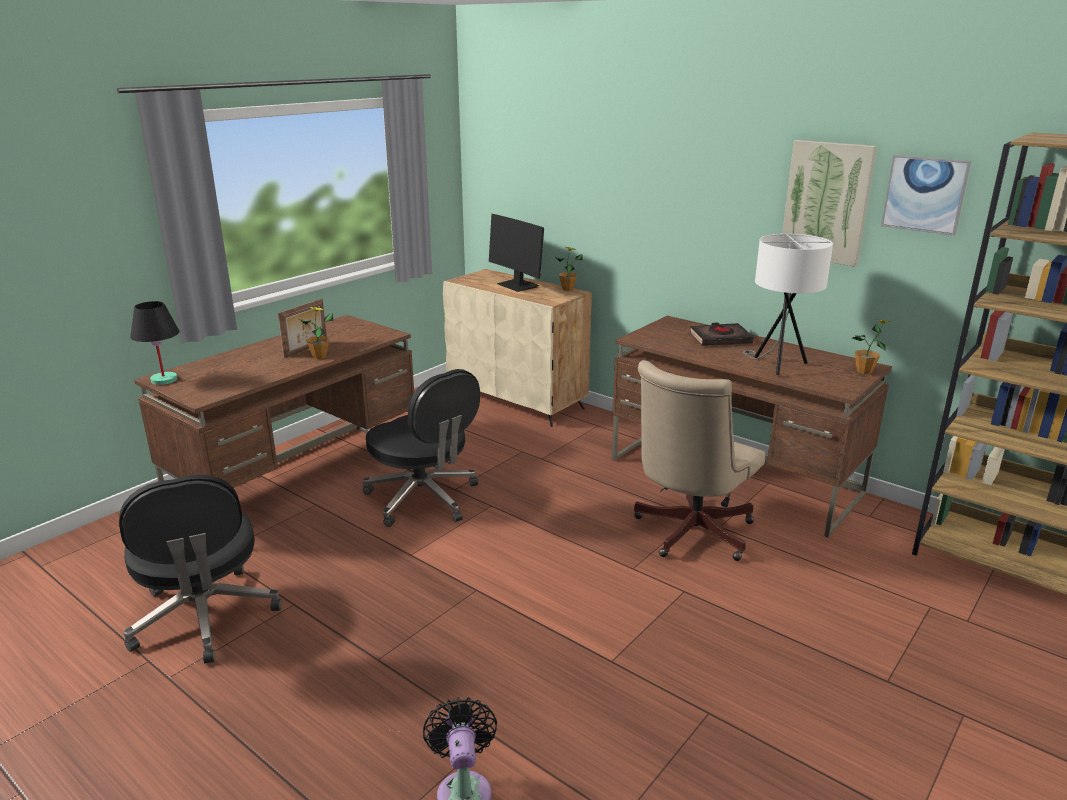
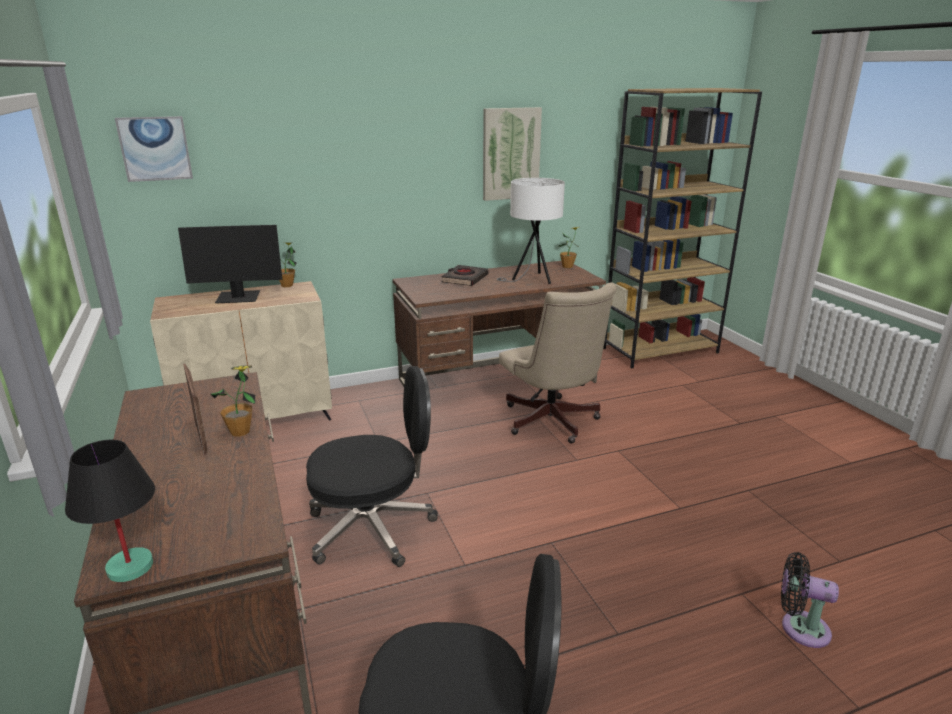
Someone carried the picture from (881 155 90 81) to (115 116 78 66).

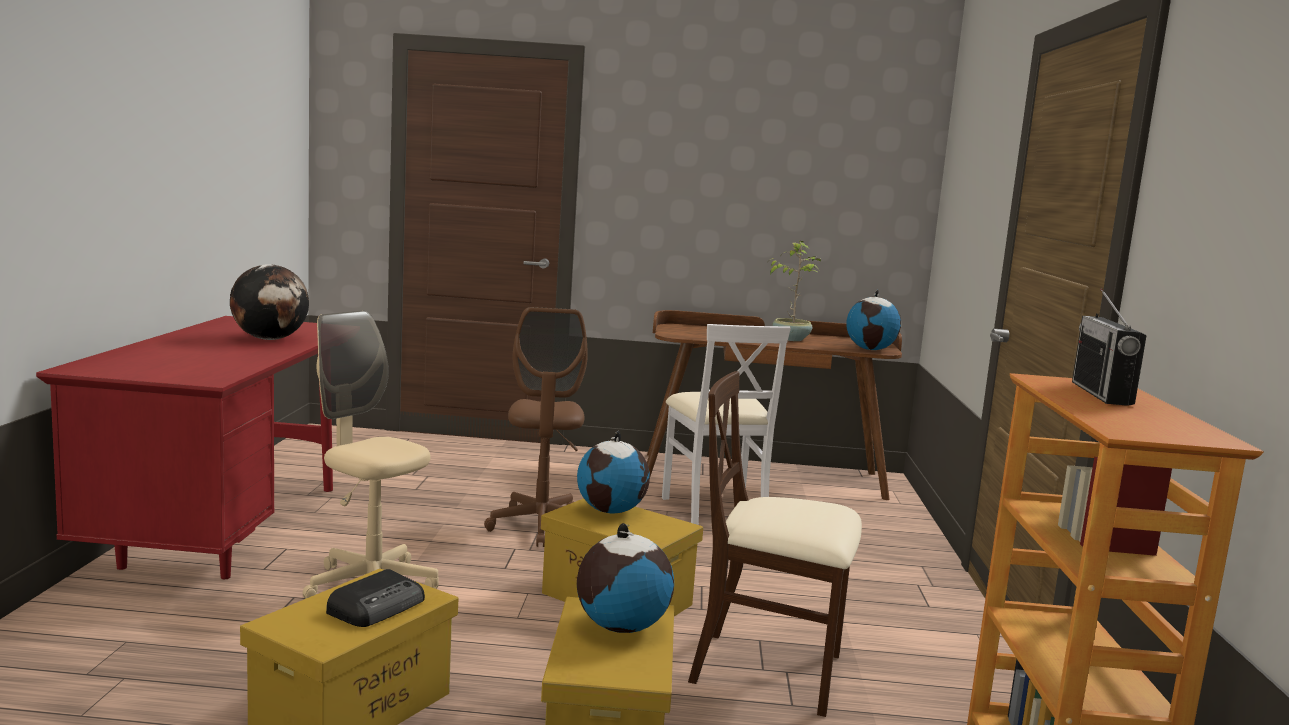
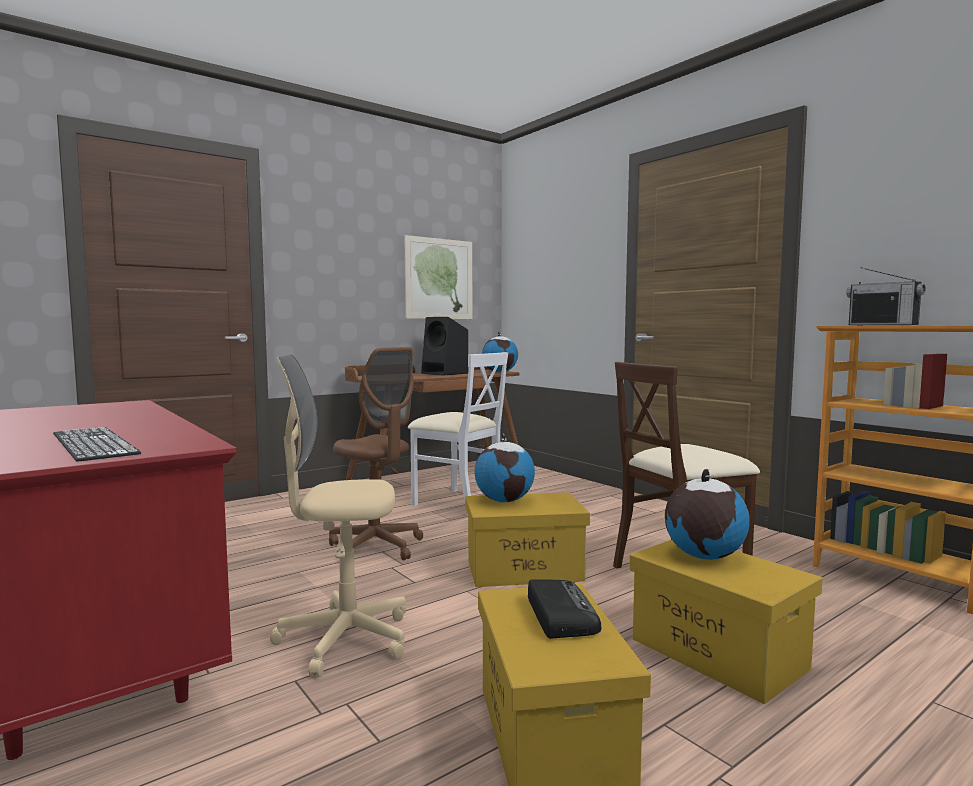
Someone swapped the potted plant at (770 241 51 100) for the speaker in black at (421 317 47 59).
Someone took away the globe at (230 264 79 76).
Someone put up the picture at (404 235 68 84).
Someone put down the keyboard at (53 427 88 35).

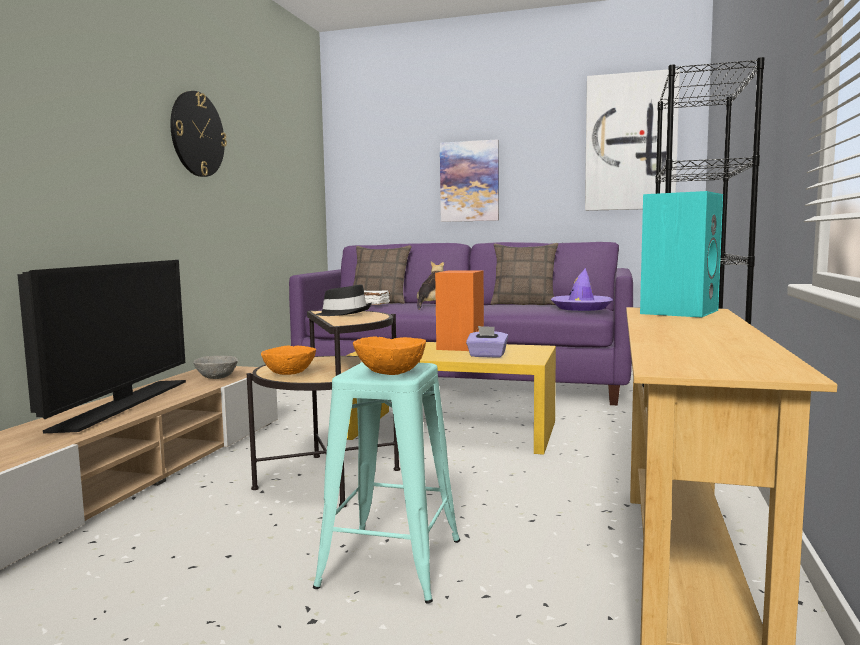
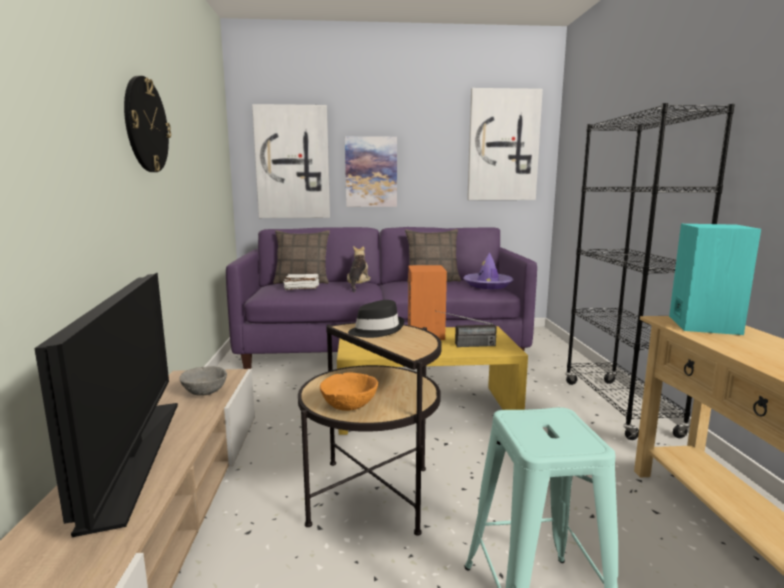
Someone swapped the tissue box in purple at (466 326 42 32) for the radio at (435 310 62 37).
Someone took away the bowl in orange at (353 336 73 39).
Someone put up the picture at (252 104 78 114).

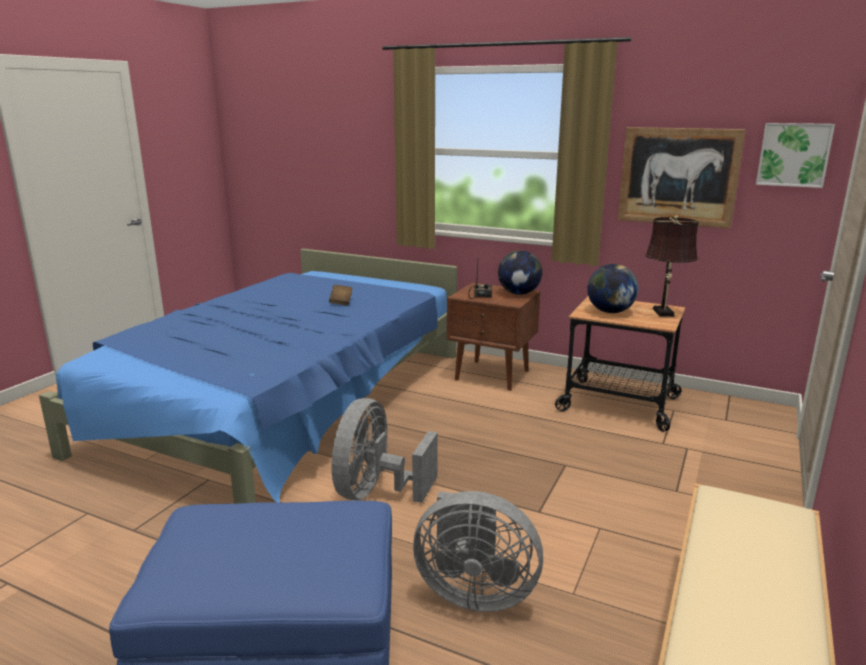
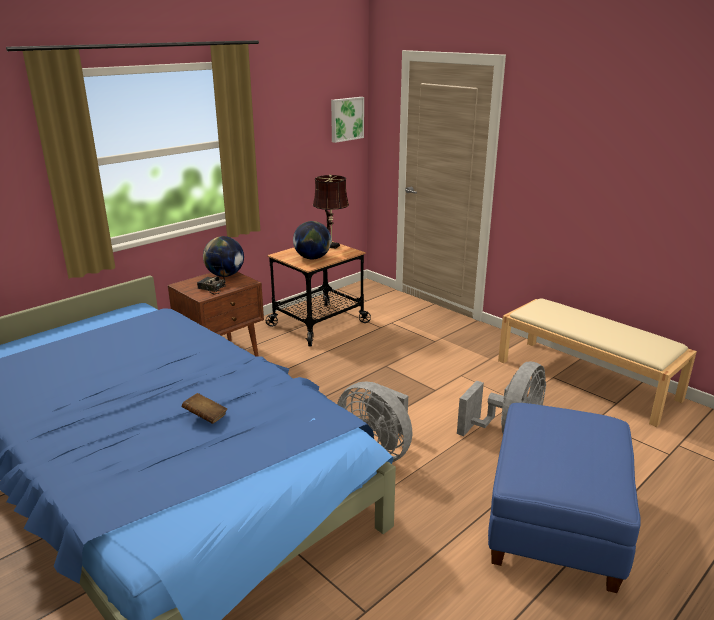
Someone took away the picture at (618 127 128 102).
Someone carried the book in brown from (329 285 24 21) to (182 393 45 31).

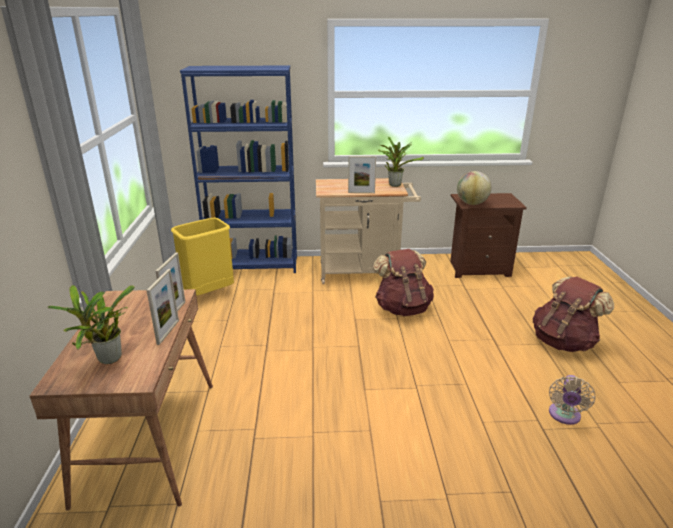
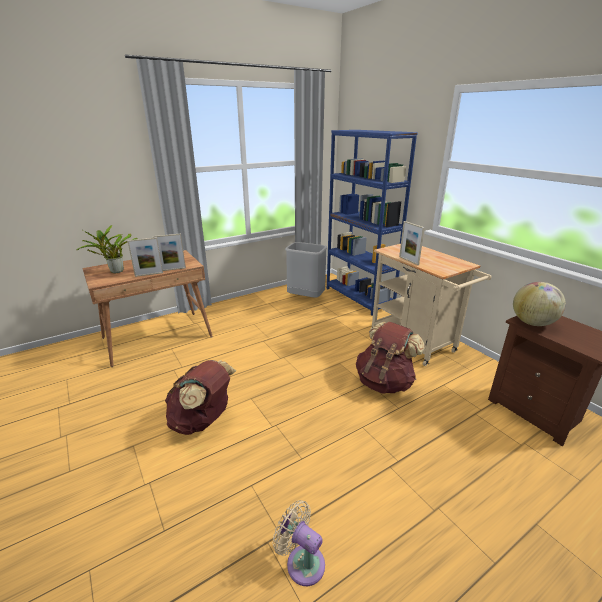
Someone took away the potted plant at (378 137 46 50).
Someone repainted the trash can in yellow at (171 218 63 78), which became the trash can in grey at (285 242 42 56).
Someone carried the backpack in brown from (533 276 81 76) to (165 360 71 75).
Someone rotated the fan in beige at (549 375 46 50) by 45 degrees clockwise.

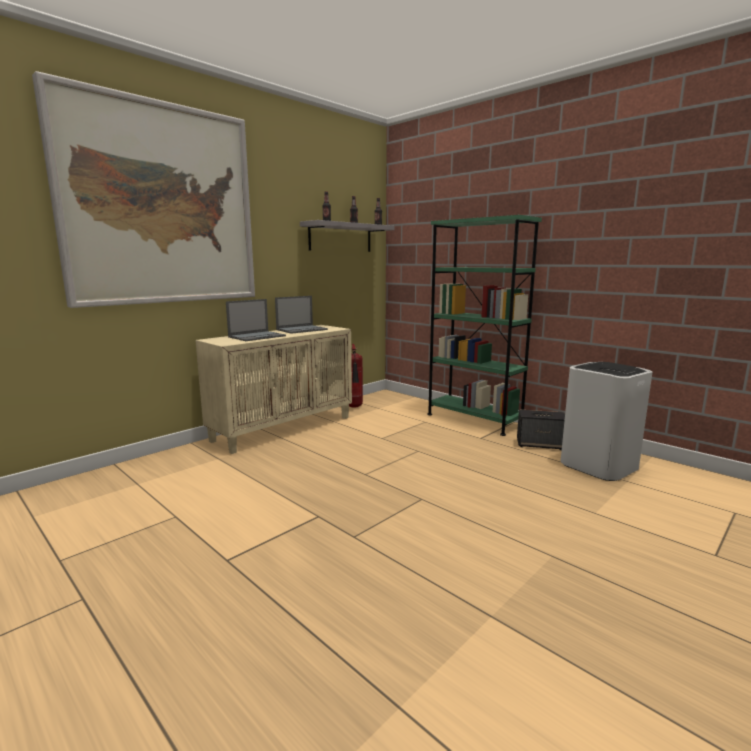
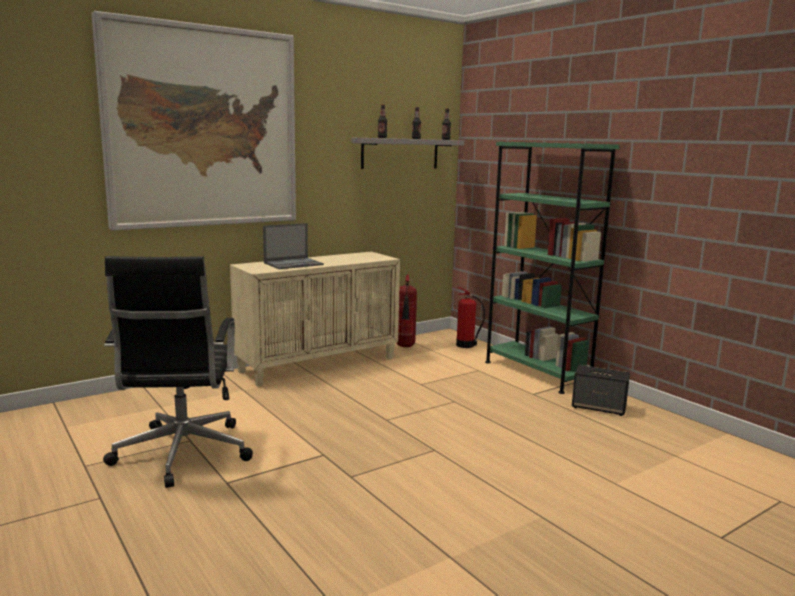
Someone took away the laptop at (275 296 53 38).
Someone took away the trash can in white at (561 362 91 119).
Someone put down the office chair in black at (103 256 150 232).
Someone put down the fire extinguisher at (456 287 29 61).

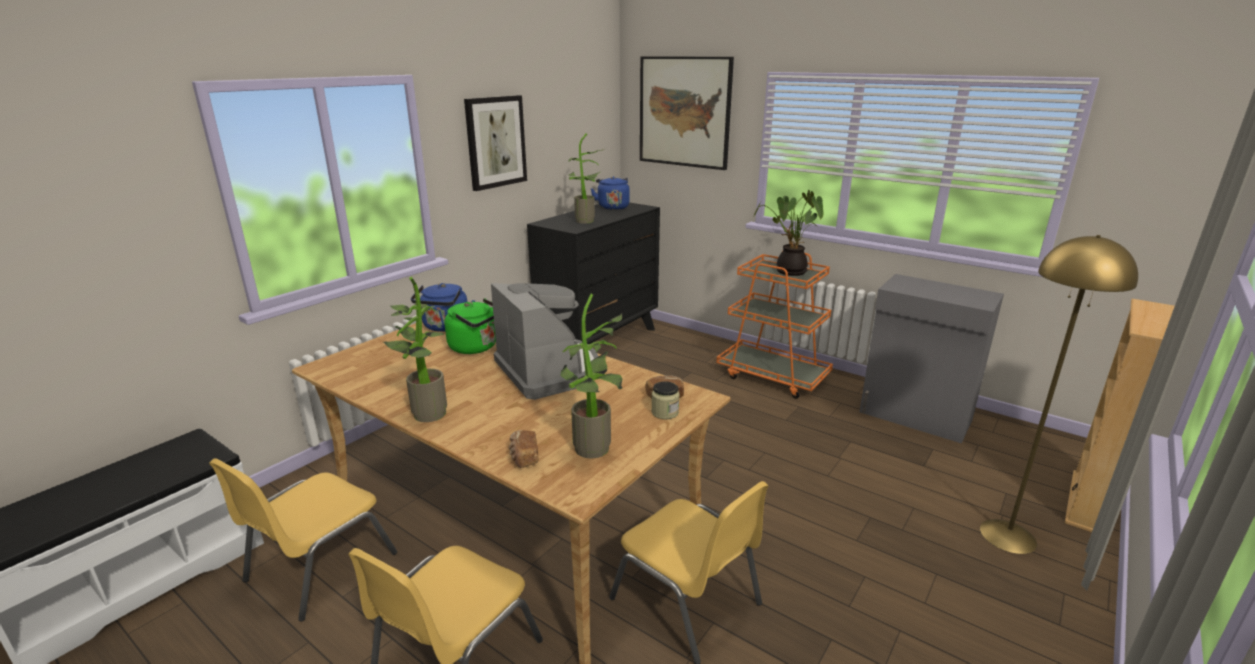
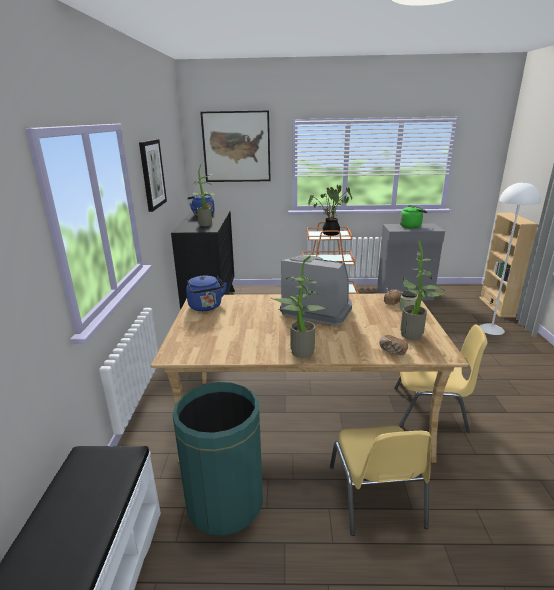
Someone repainted the floor lamp in yellow at (980 235 158 319), which became the floor lamp in white at (480 182 61 153).
Someone carried the kettle in green from (444 298 52 56) to (400 205 28 23).
Someone swapped the chair in yellow at (209 458 188 164) for the trash can in green at (172 382 91 154).

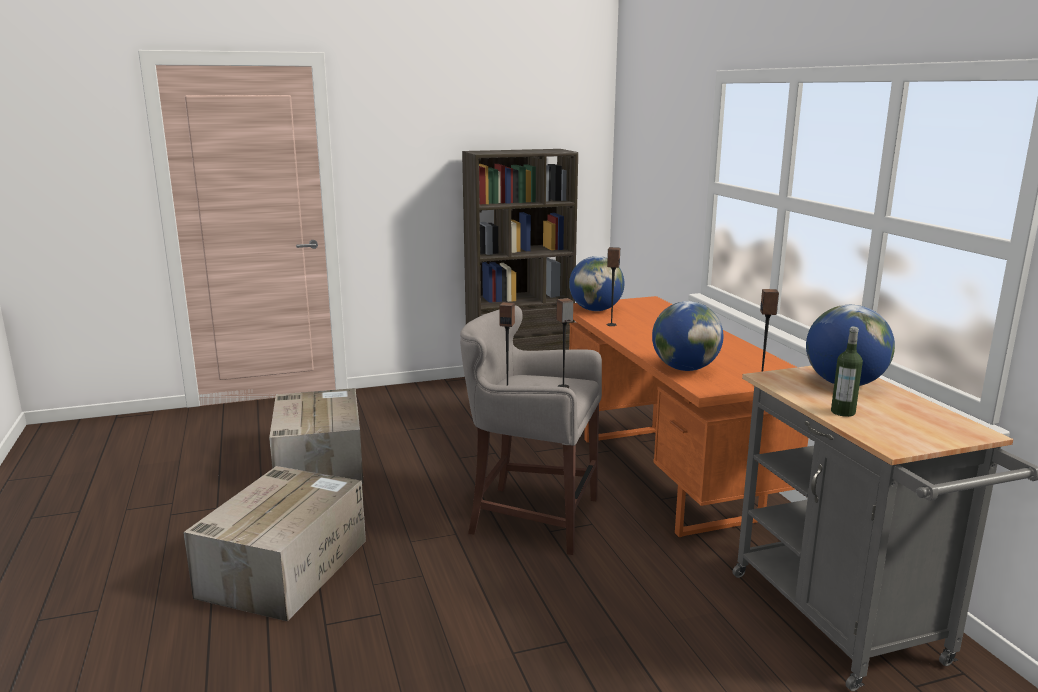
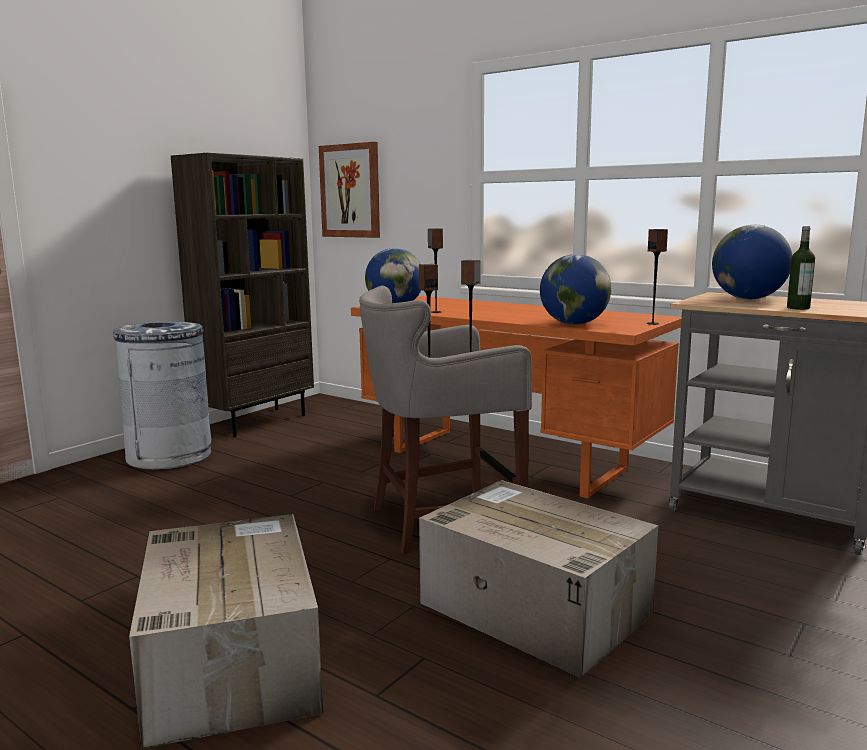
Someone carried the cardboard box from (269 388 95 96) to (419 480 240 198).
Someone put up the picture at (319 142 61 96).
Someone put down the trash can in grey at (113 322 98 148).

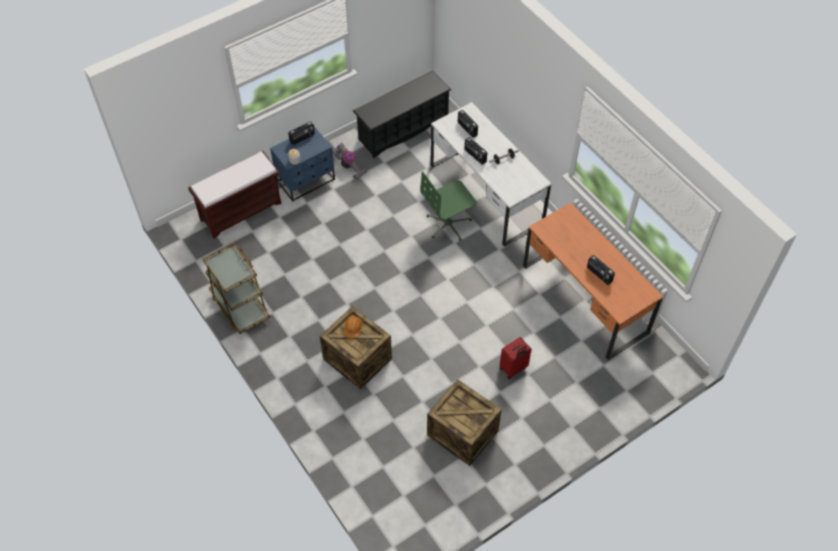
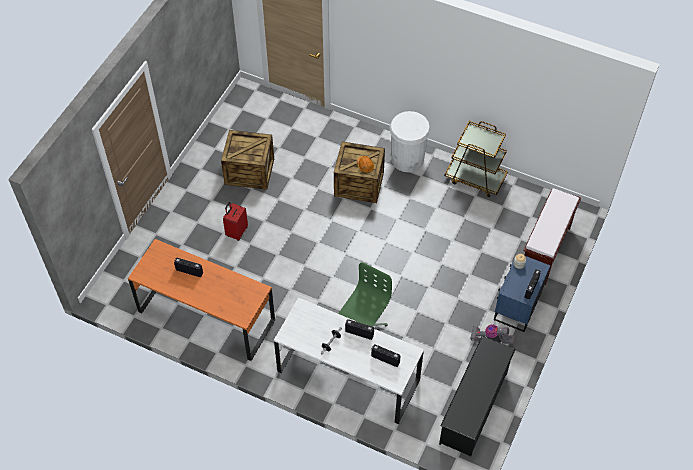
Someone put down the trash can in white at (389 111 42 61).

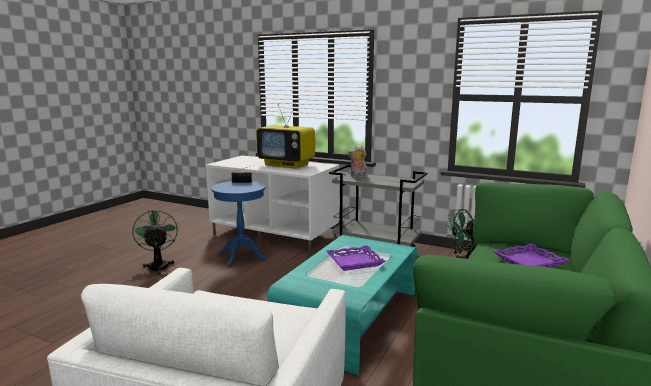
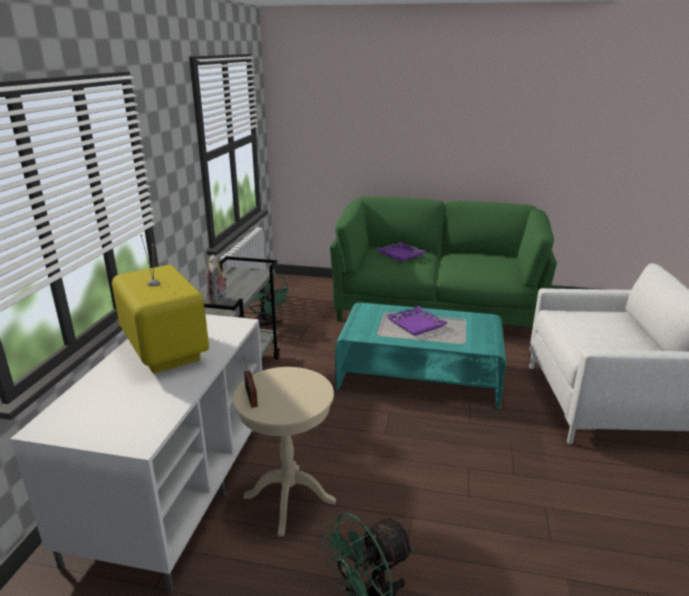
Someone rotated the television at (256 105 59 64) by 45 degrees counterclockwise.
Someone repainted the side table in blue at (211 181 55 86), which became the side table in beige at (233 367 103 170).

